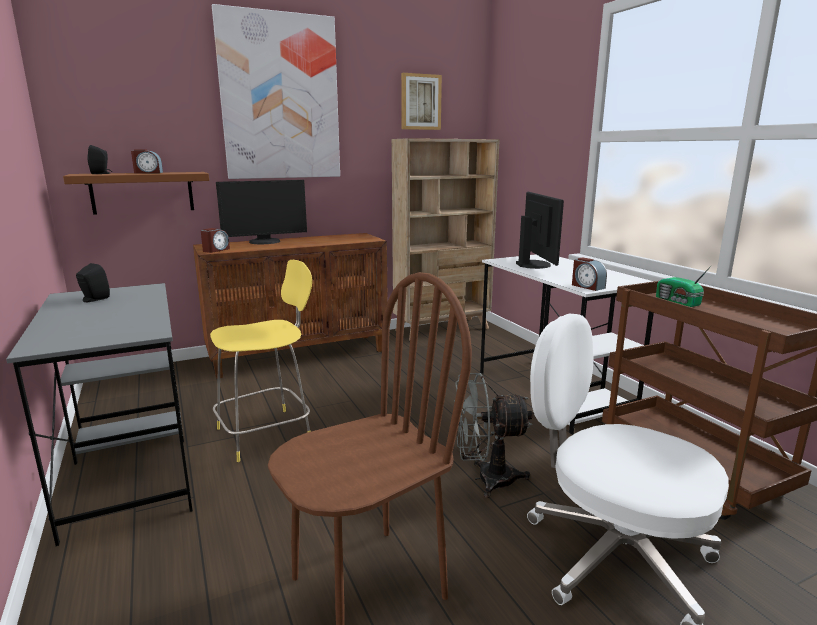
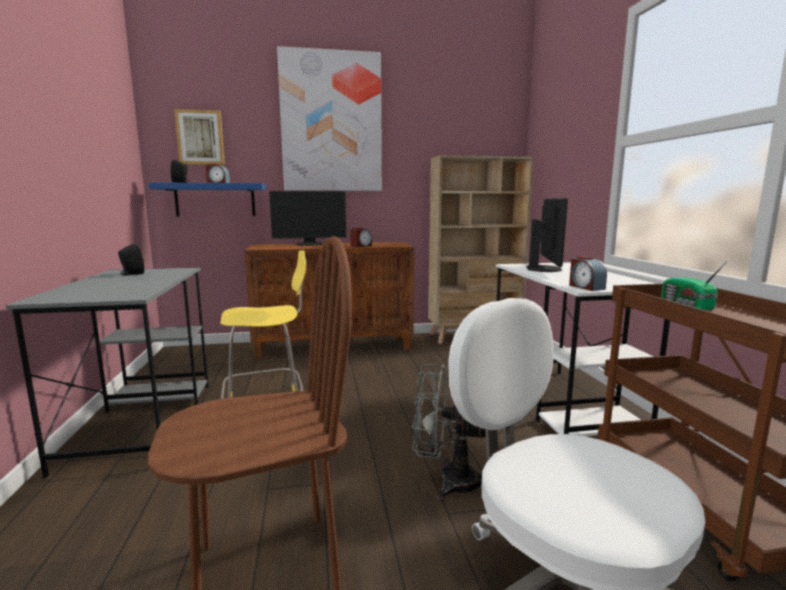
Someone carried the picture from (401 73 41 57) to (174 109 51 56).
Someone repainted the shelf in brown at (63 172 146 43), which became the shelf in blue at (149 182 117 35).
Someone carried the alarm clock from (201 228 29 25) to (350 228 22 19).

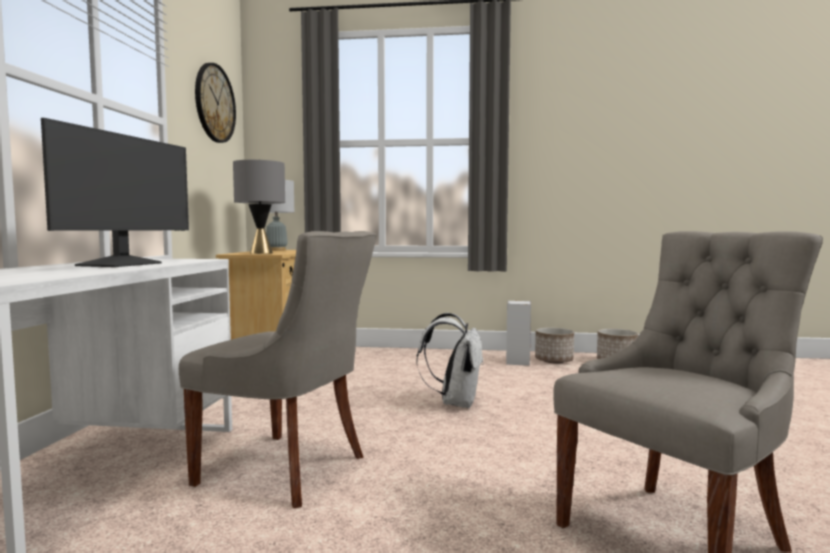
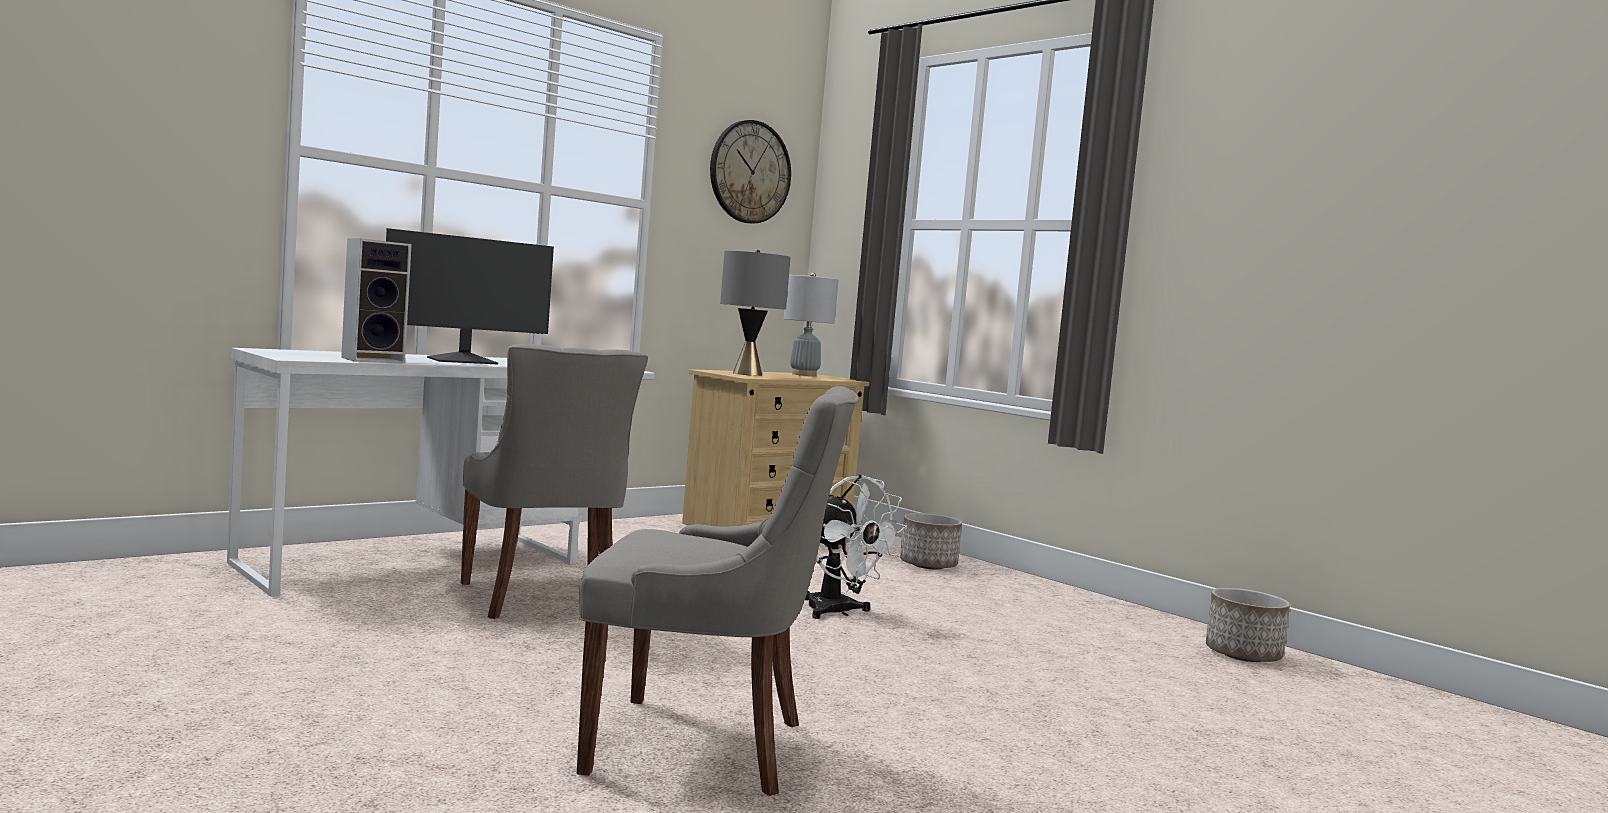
Someone carried the speaker from (506 301 25 65) to (341 238 71 126).
Someone swapped the backpack in white at (417 313 67 95) for the fan in white at (805 475 102 144).
Someone carried the planter from (535 327 39 37) to (900 513 62 56).

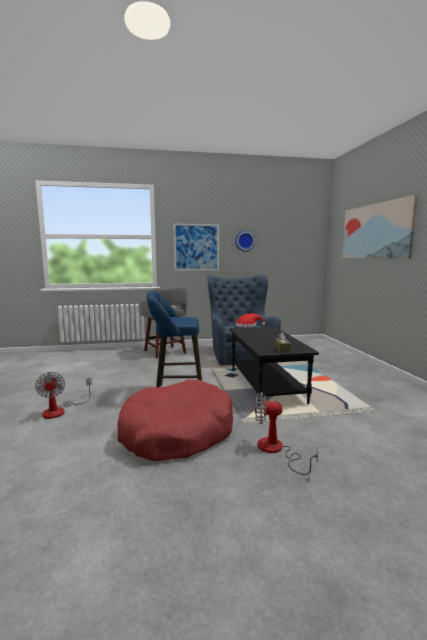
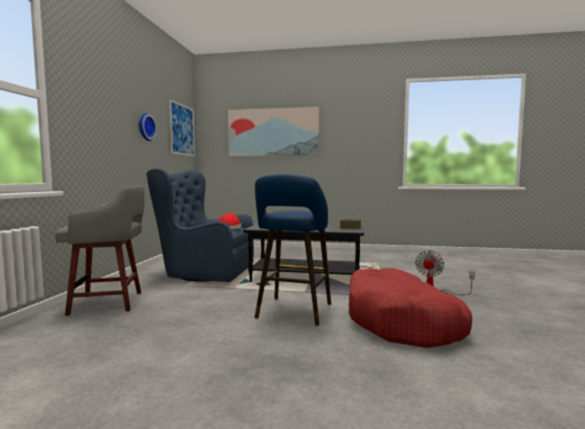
Someone carried the picture from (173 224 46 47) to (169 99 26 57).
Someone took away the fan at (35 372 57 47).

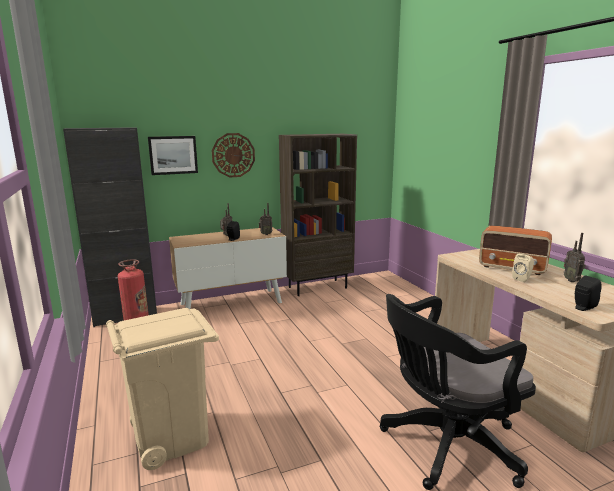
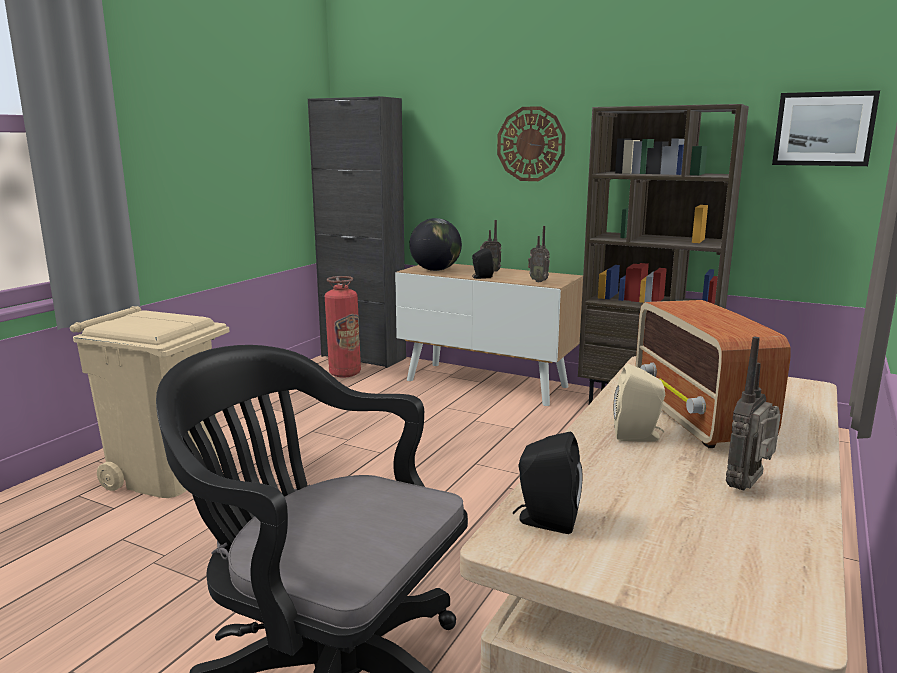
Someone carried the picture from (148 136 50 39) to (772 90 108 76).
Someone put down the globe at (409 218 53 53).

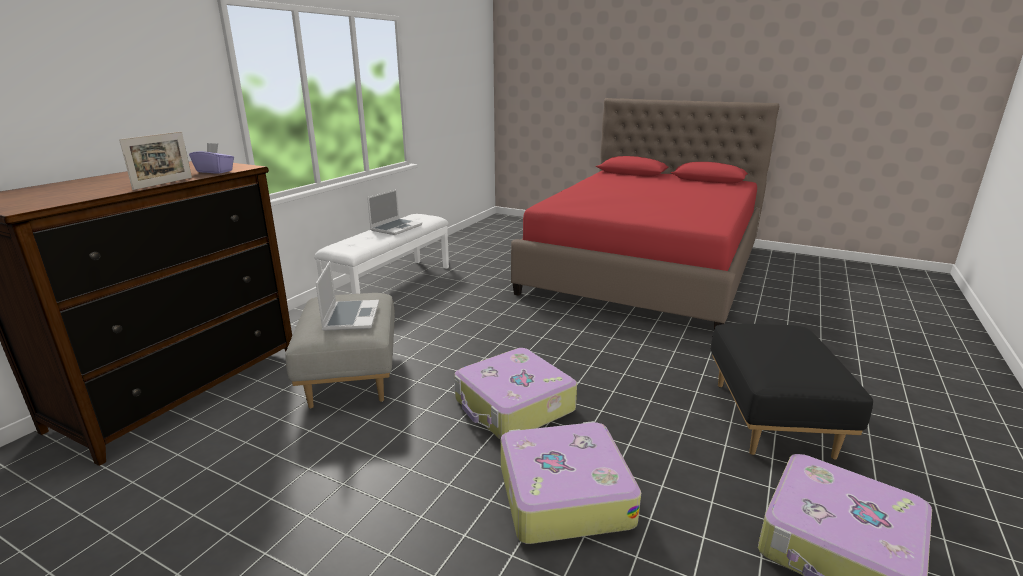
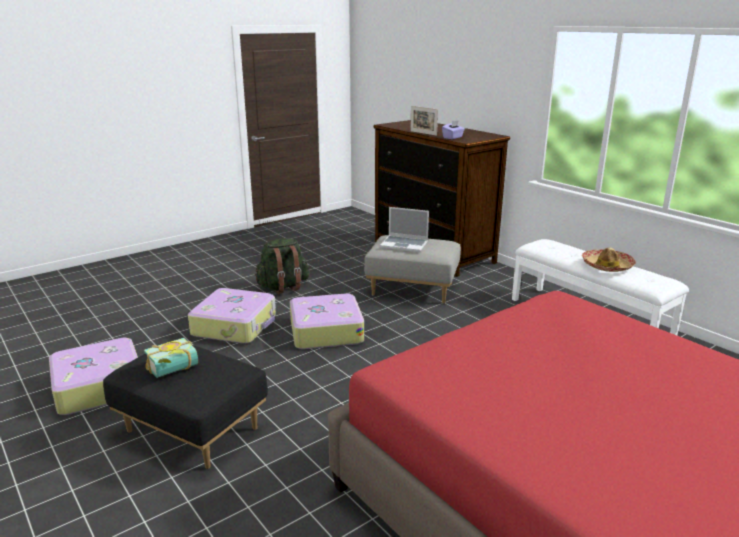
Someone swapped the laptop at (367 189 55 46) for the hat at (582 248 54 24).
Someone put down the backpack in green at (254 238 55 56).
Someone put down the book at (144 338 54 40).

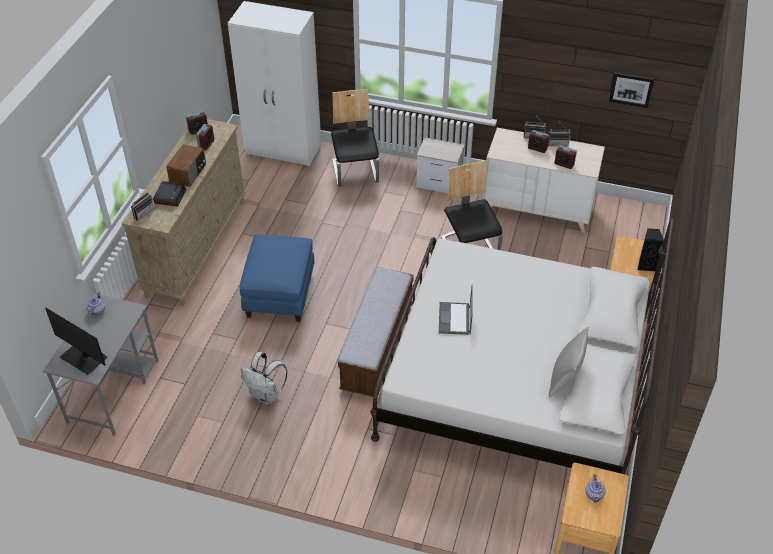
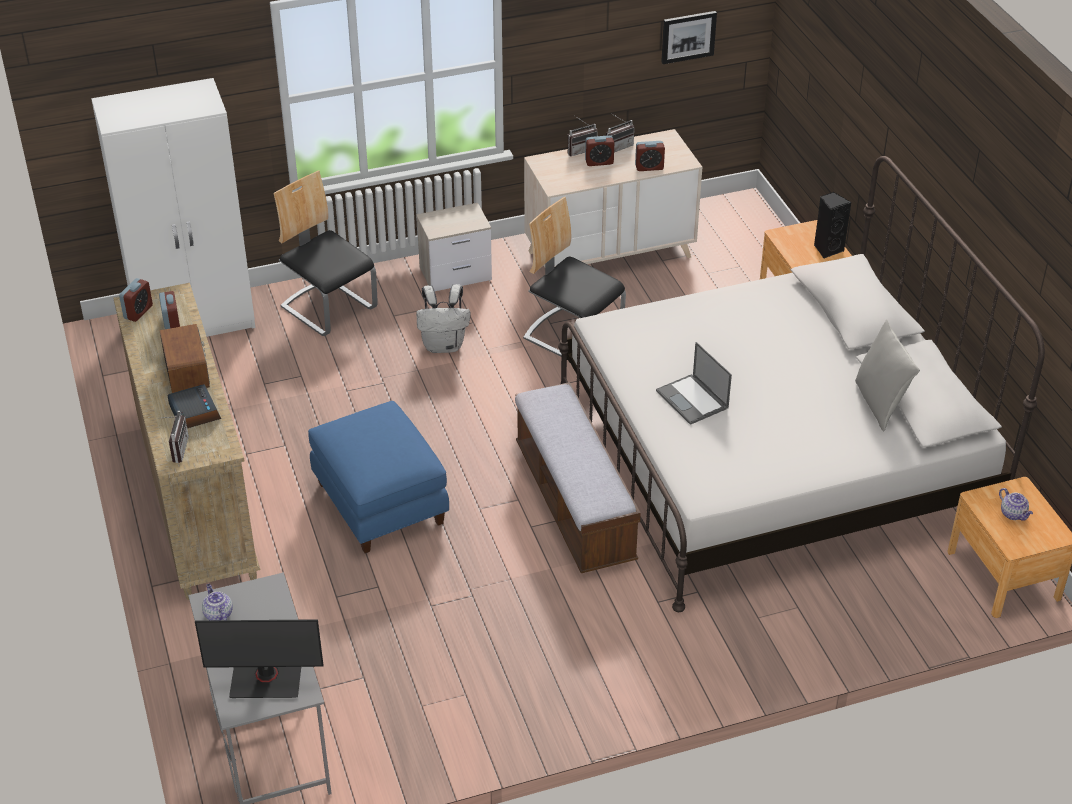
Someone carried the backpack in white from (241 352 46 52) to (416 284 54 69).

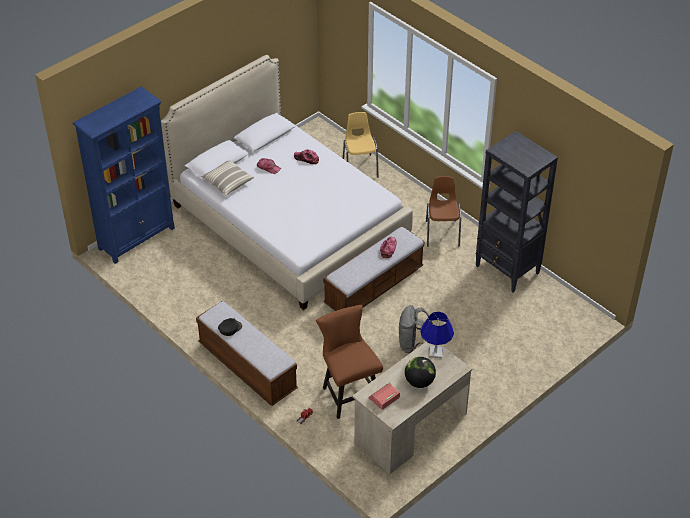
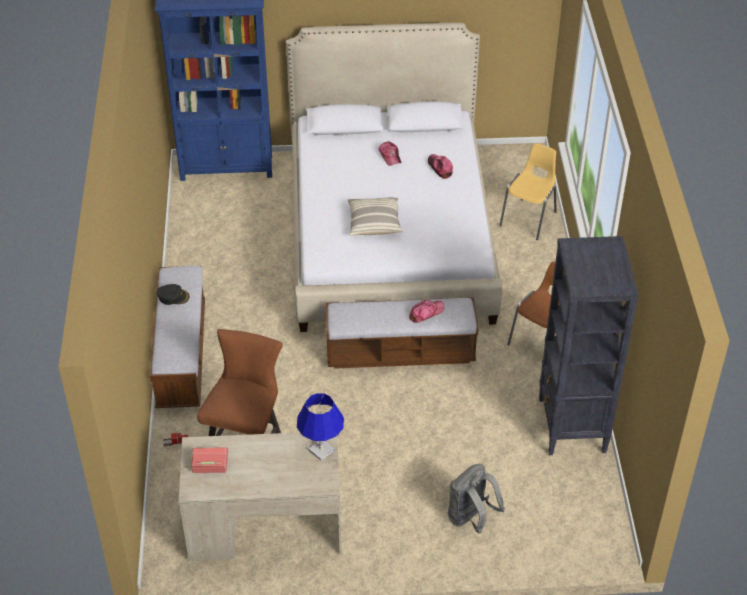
Someone carried the pillow from (201 161 53 35) to (348 197 55 39).
Someone carried the backpack in grey from (399 305 34 48) to (448 464 57 70).
Someone took away the globe at (405 357 31 31).

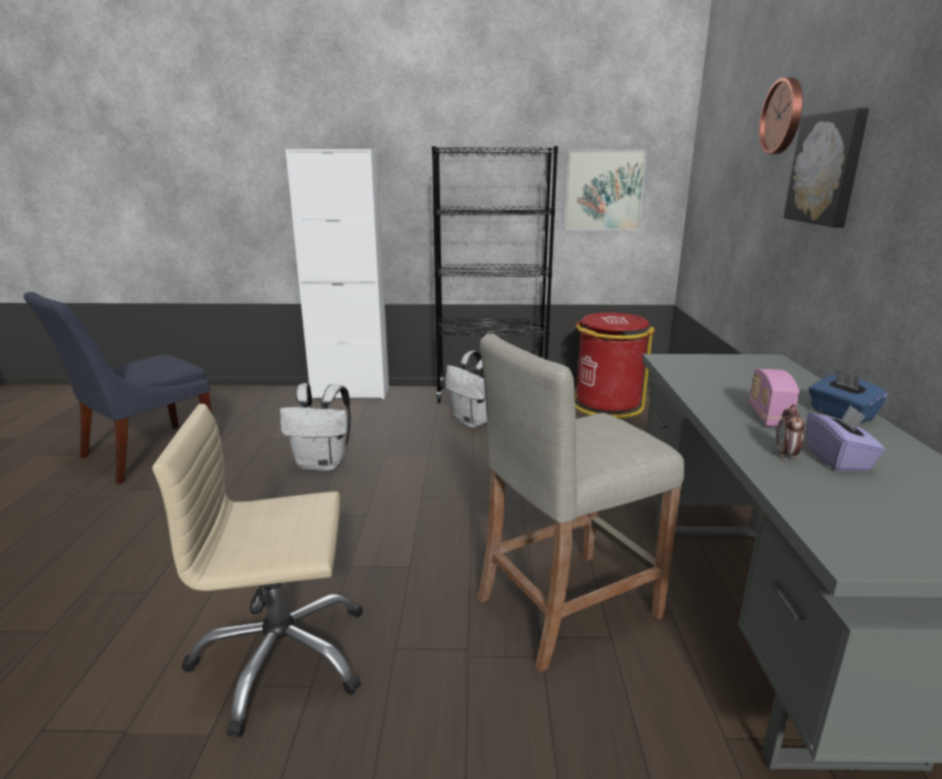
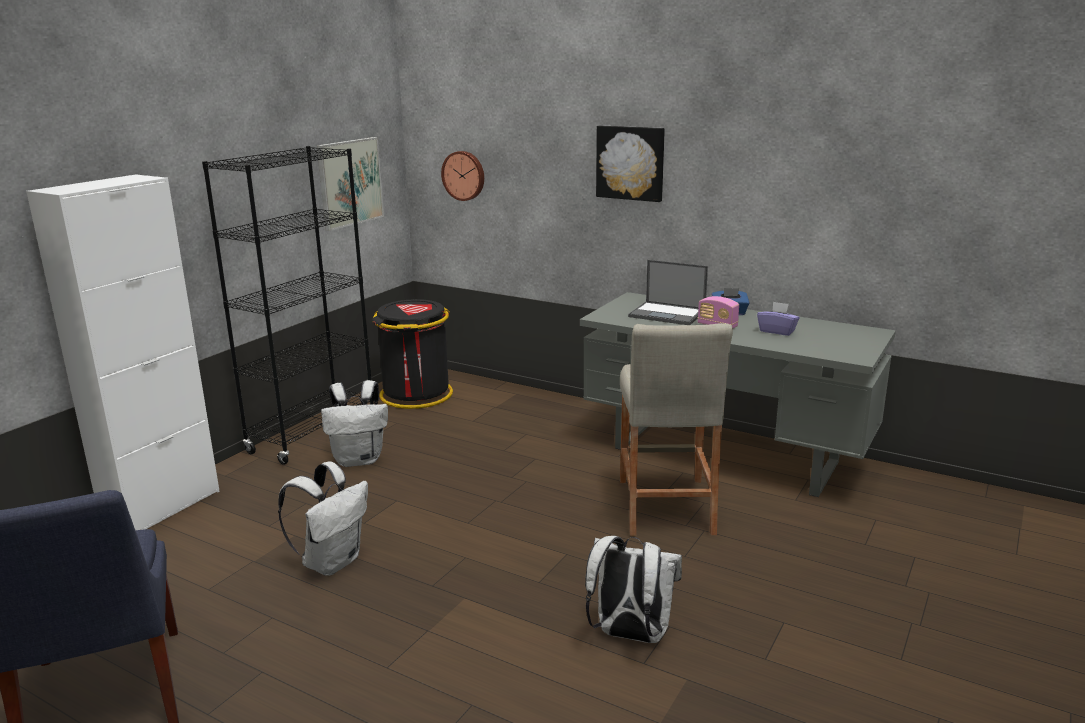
Someone carried the wall clock from (759 77 44 77) to (441 151 43 50).
Someone repainted the trash can in red at (575 312 80 106), which became the trash can in black at (371 299 82 110).
Someone swapped the office chair in beige at (152 404 211 333) for the backpack in white at (585 536 97 107).
Someone took away the alarm clock at (776 404 29 55).
Someone put down the laptop at (628 260 80 65).

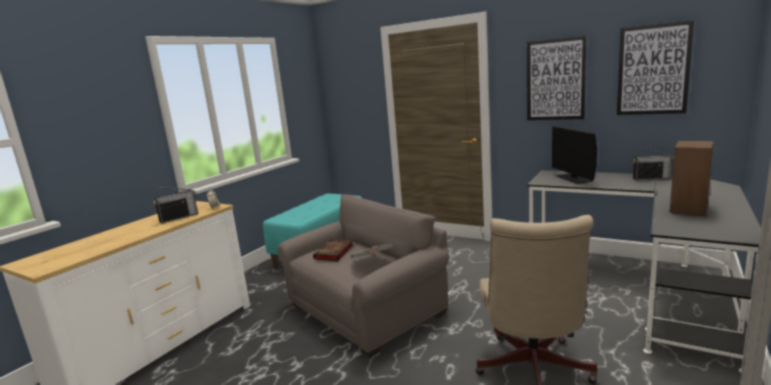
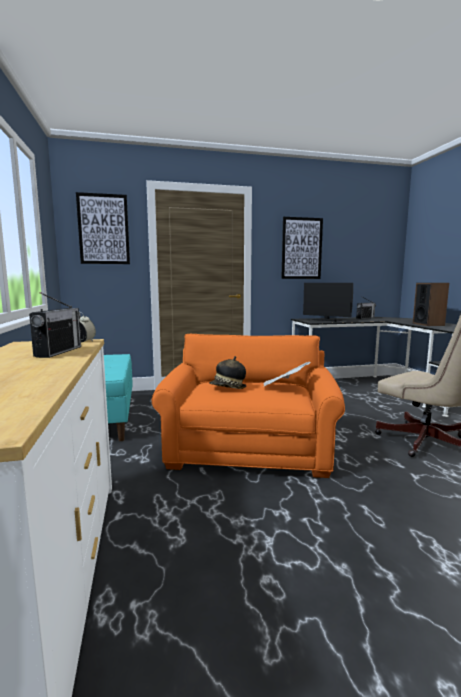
Someone carried the picture from (617 20 77 95) to (76 192 54 72).
Someone repainted the armchair in grey at (278 194 171 163), which became the armchair in orange at (152 334 193 144).
Someone swapped the book at (313 239 41 22) for the hat at (209 356 37 33).

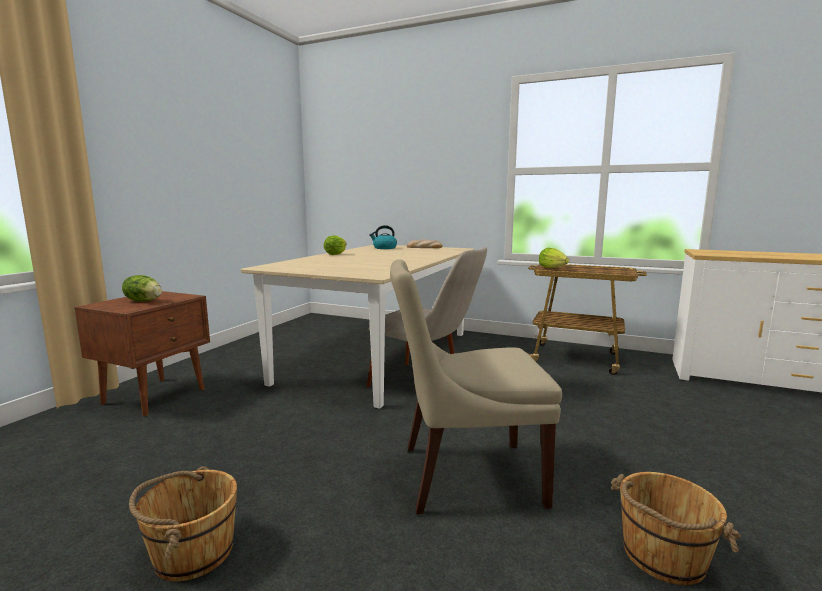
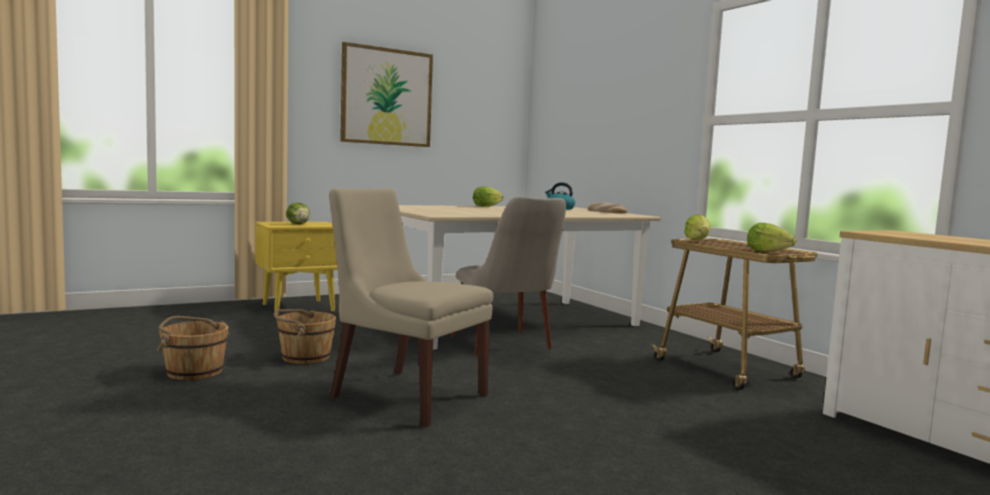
Someone repainted the nightstand in brown at (74 291 136 125), which became the nightstand in yellow at (255 222 83 93).
Someone carried the bucket in brown from (611 472 130 113) to (274 309 62 55).
Someone put up the picture at (340 42 93 105).
Someone put down the lettuce at (747 223 49 29).

